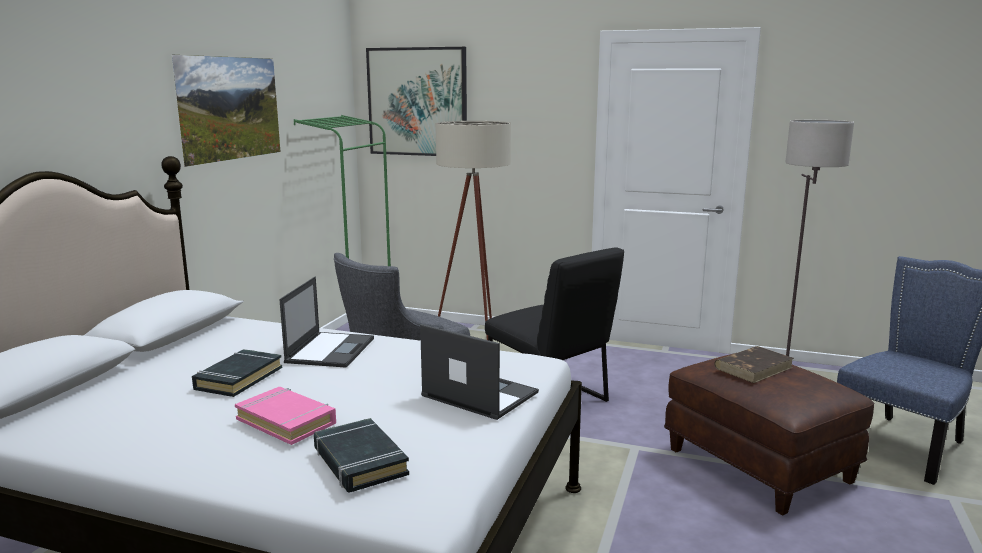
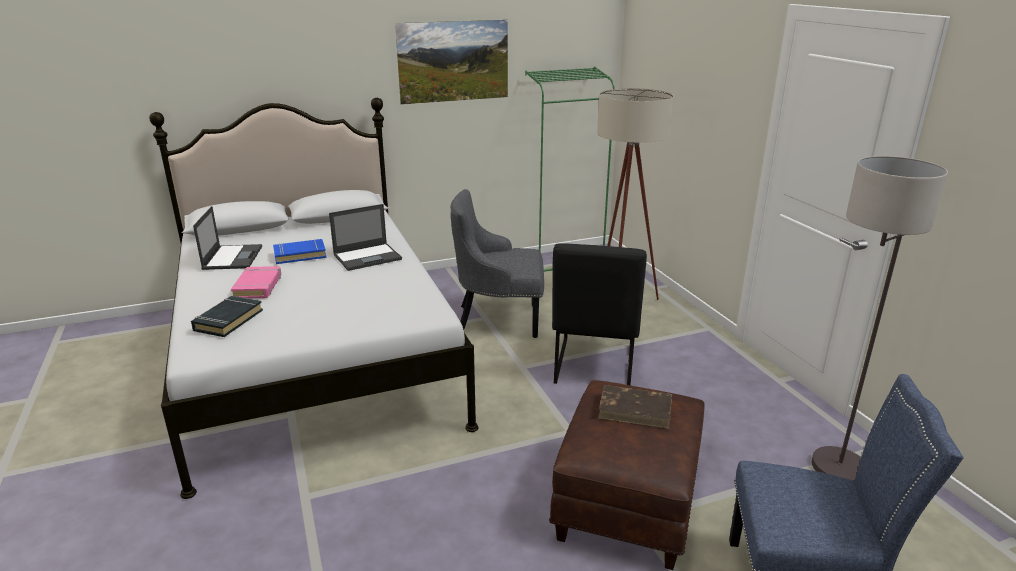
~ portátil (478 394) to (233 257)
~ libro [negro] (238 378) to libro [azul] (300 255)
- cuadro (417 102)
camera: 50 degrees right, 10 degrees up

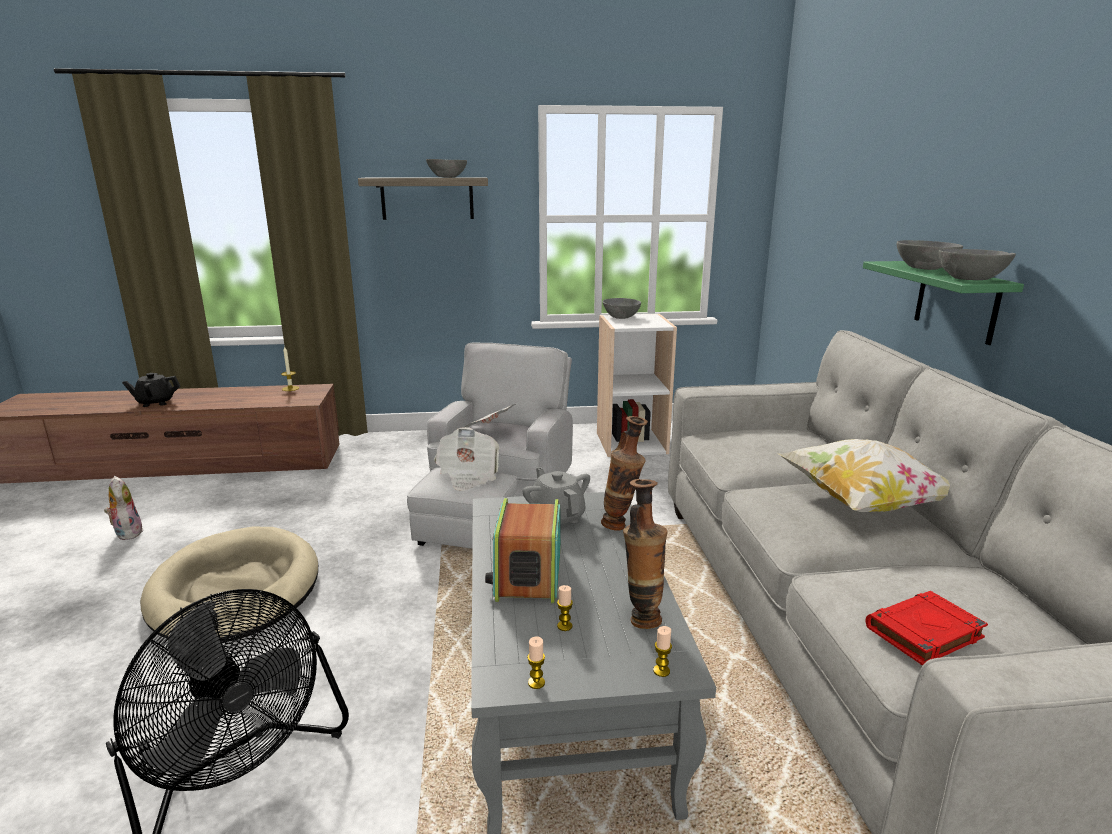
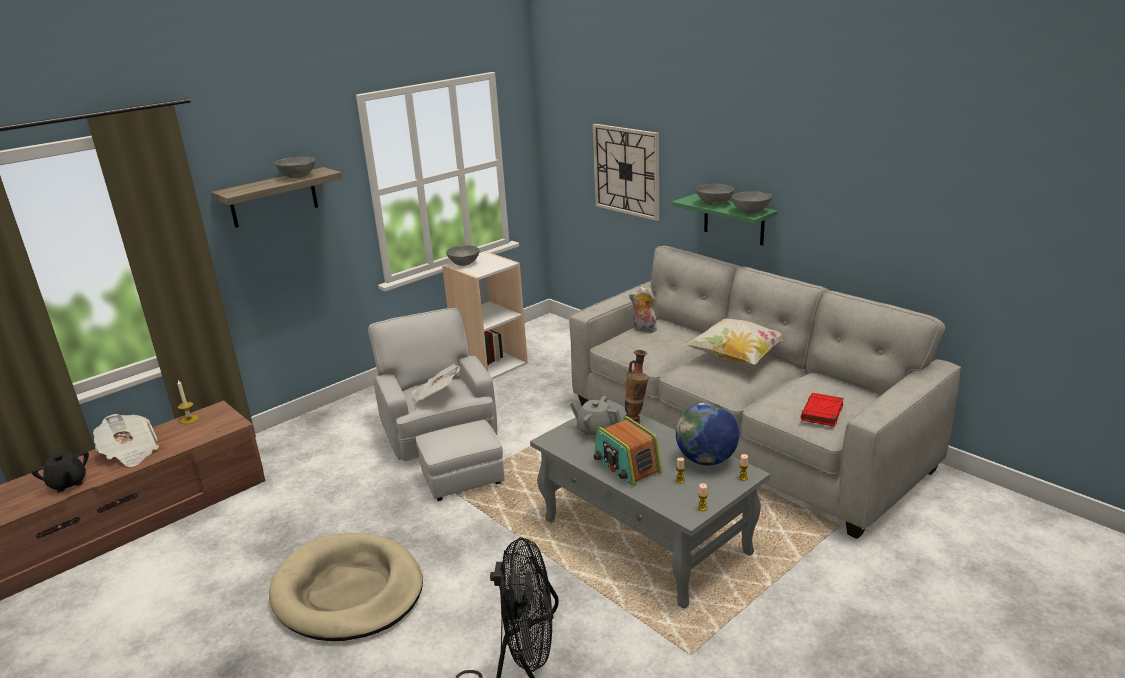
~ tetera [negro] (155 402) = (68 483) 75 degrees counterclockwise
~ periódico (468 475) to (130 453)
+ reloj de pared (626 171)
~ peluche (127 533) to (643 330)
~ florero (642 616) to globo terráqueo (706 460)
camera: 35 degrees left, 5 degrees up

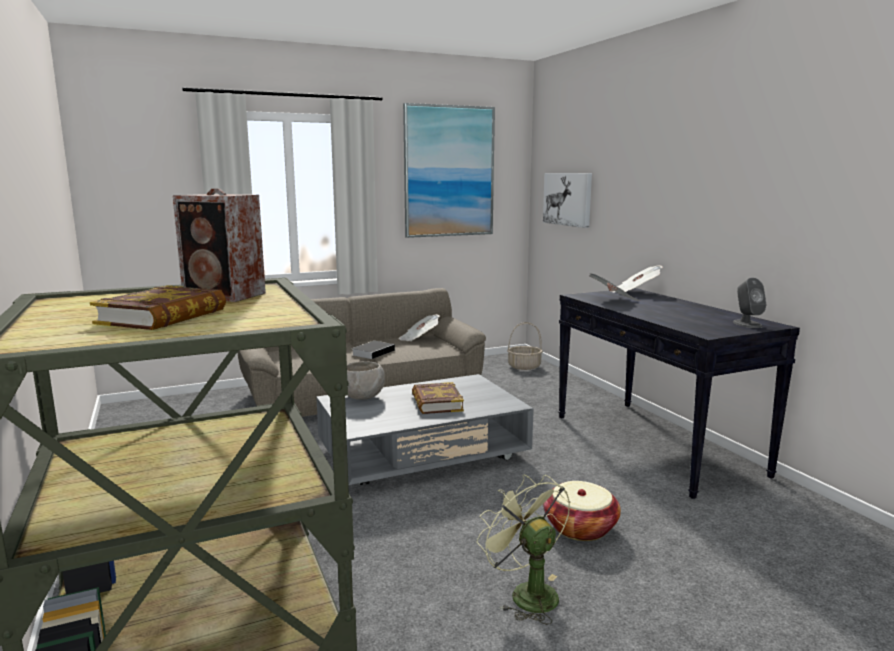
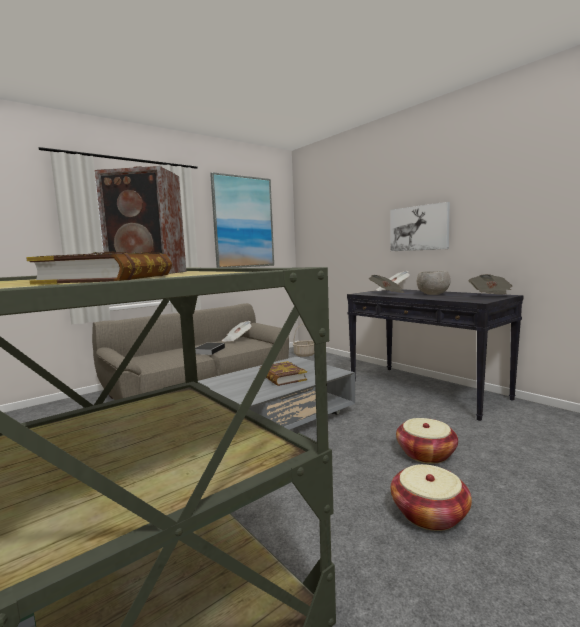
~ cuadro (568 199) to (419 228)
~ ventilador [verde] (526 593) to cesta (429 514)
~ cuenco [gris] (363 397) to (433 294)
~ altavoz [gris] (747 324) to periódico (491 296)
camera: 15 degrees left, 5 degrees down

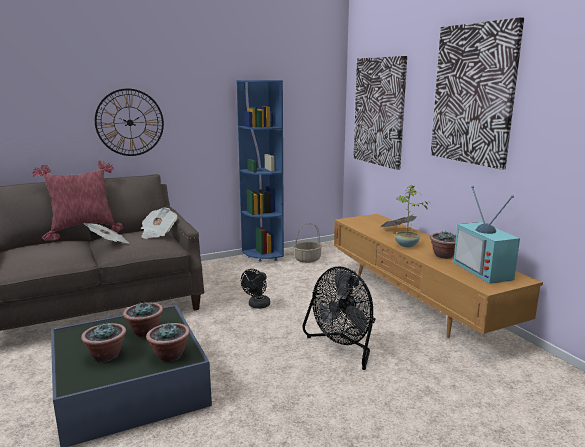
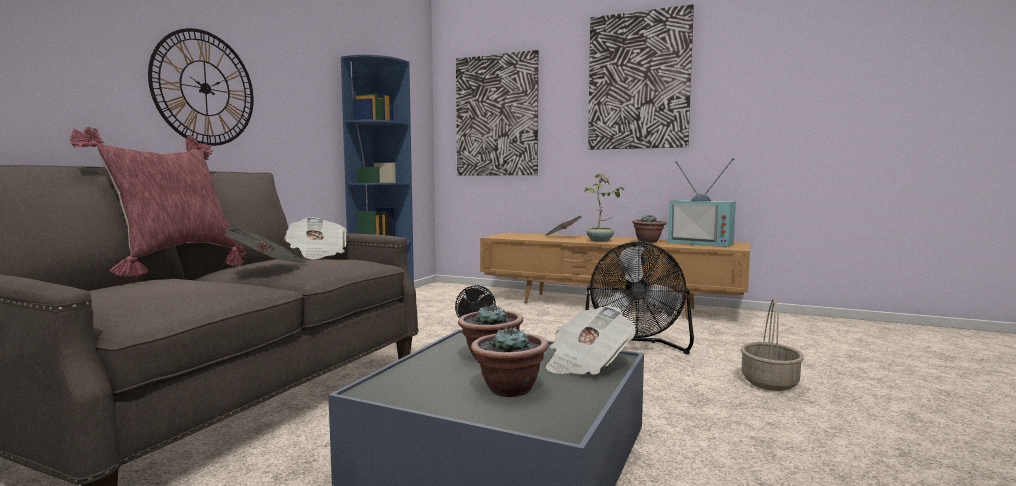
~ planta en maceta (169 356) to periódico (586 364)
~ cesta (307 259) to (769 382)
camera: 40 degrees left, 10 degrees down

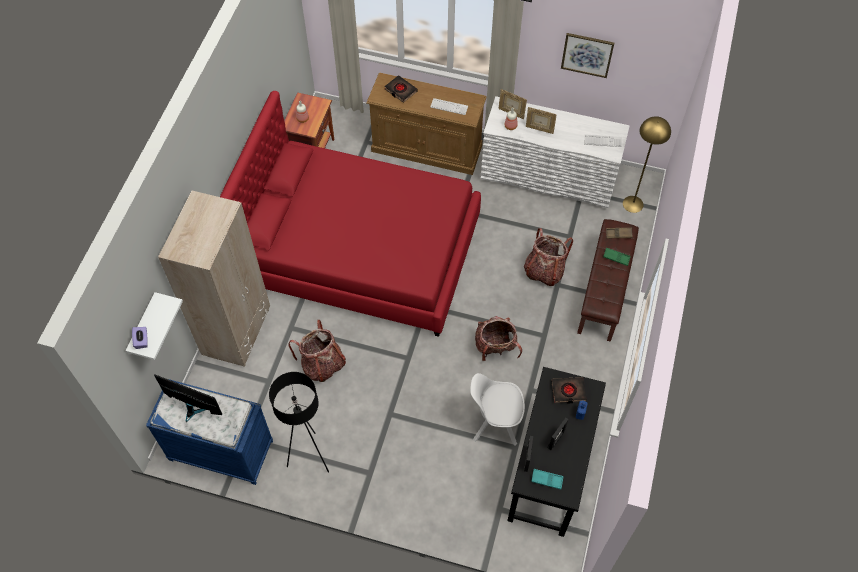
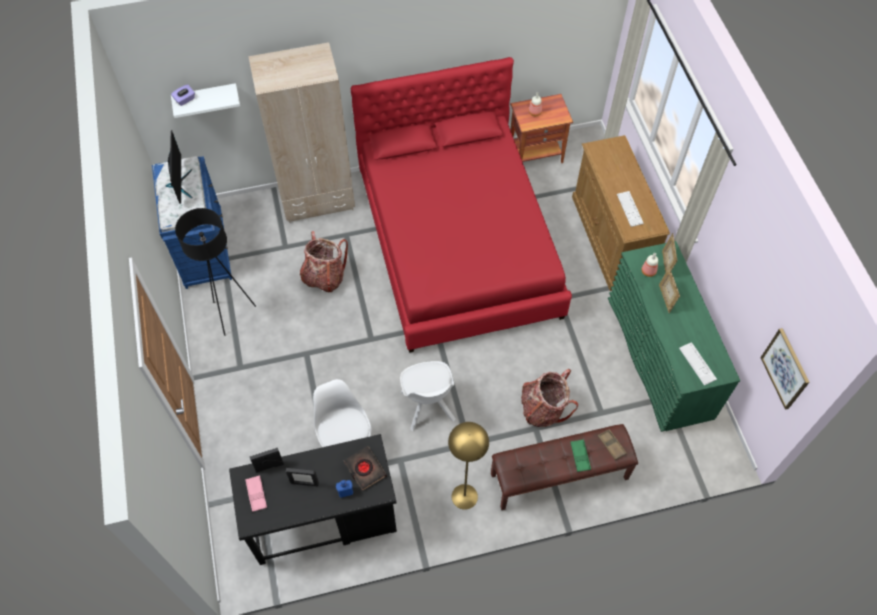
~ bandeja [turquesa] (547 480) to bandeja [rosa] (256 494)
~ mochila (496 347) to silla [blanco] (428 407)
~ lámpara de pie [amarillo] (633 204) to (464 496)
~ cómoda [blanco] (548 178) to cómoda [verde] (658 359)
~ cuadro (587 54) to (785 369)
- libro [negro] (400 90)
camera: 60 degrees right, 0 degrees up

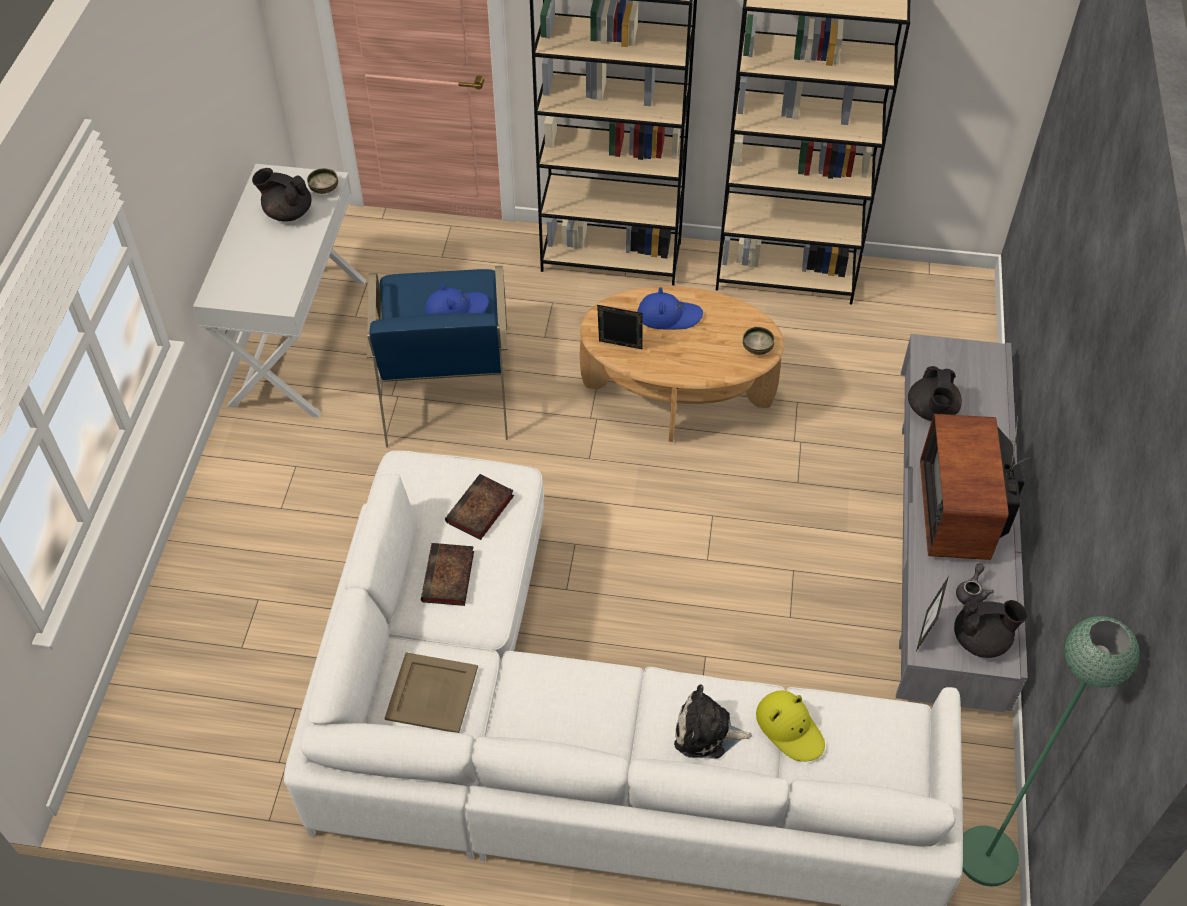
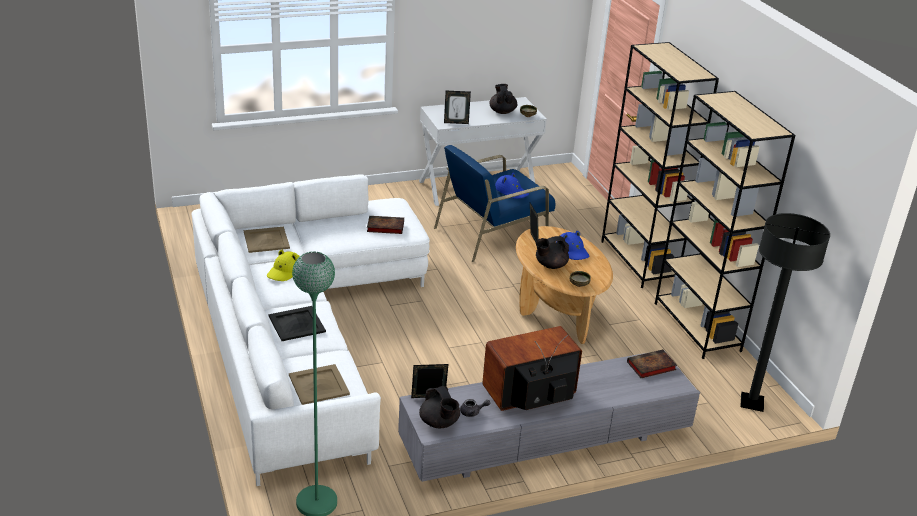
~ sombrero [amarillo] (790 728) to (285 271)
~ peluche (706 733) to bandeja [negro] (296 324)
+ bandeja [beis] (318 384)
+ portarretratos (456 122)
~ tetera [negro] (931 411) to (550 265)
~ libro (448 578) to (650 366)
+ lámpara de pie [negro] (751 403)
camera: 60 degrees right, 20 degrees down

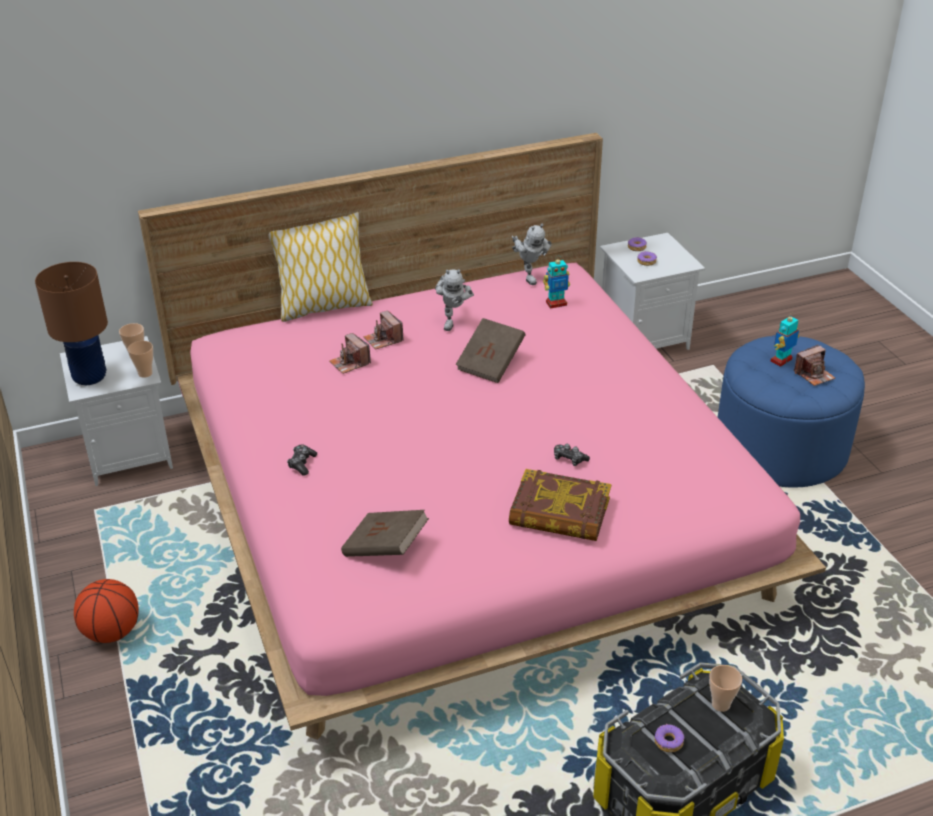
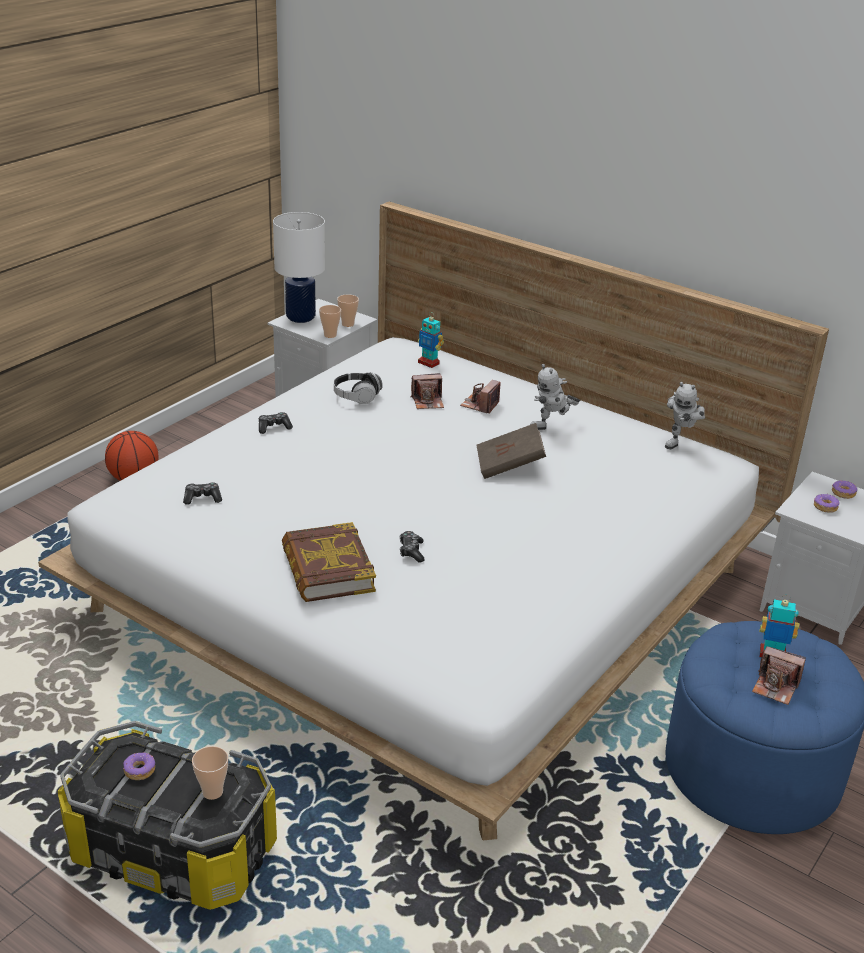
~ cama [rosa] (467 507) to cama [blanco] (427 588)
~ libro [marrón] (385 548) to mando de consola (202 498)
~ lámpara de mesa [marrón] (90 379) to lámpara de mesa [blanco] (301 319)
+ auriculares (356 396)
~ cámara (349 363) = (428 402) 120 degrees counterclockwise
~ robot de juguete (556 303) to (429 363)
- cojín (323 307)
camera: 55 degrees right, 5 degrees down

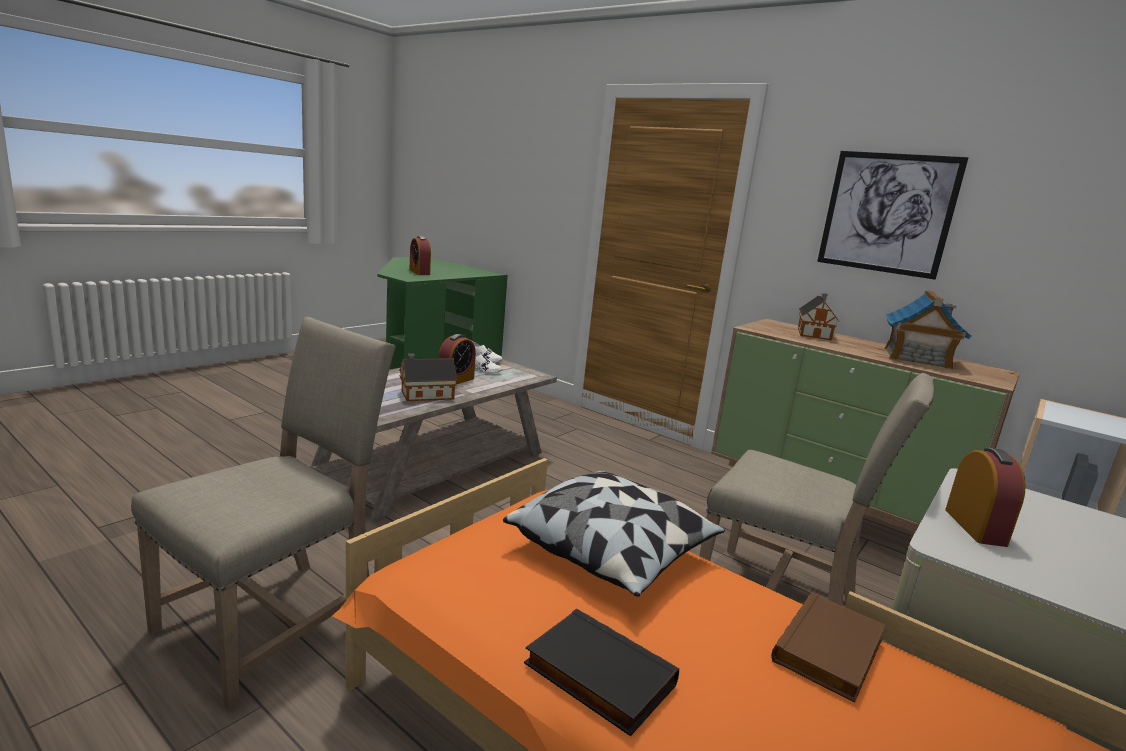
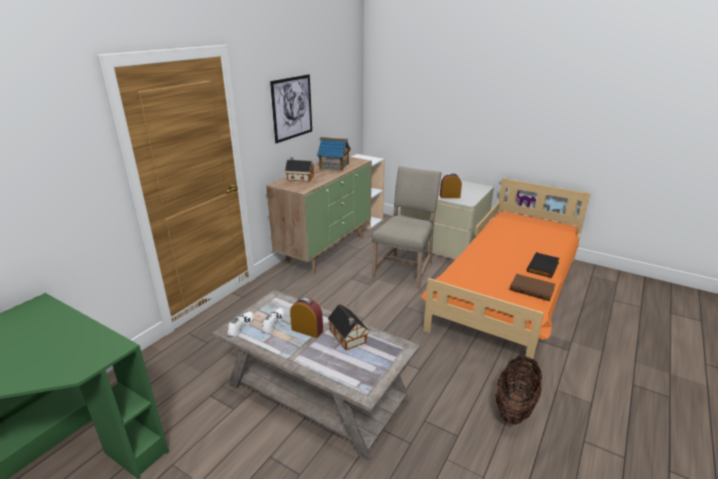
~ silla [beis] (276 621) to cesta (514 406)
~ libro [marrón] (831 651) to (532 289)
- despertador (419 272)
- cojín (613 552)
camera: 95 degrees left, 10 degrees up

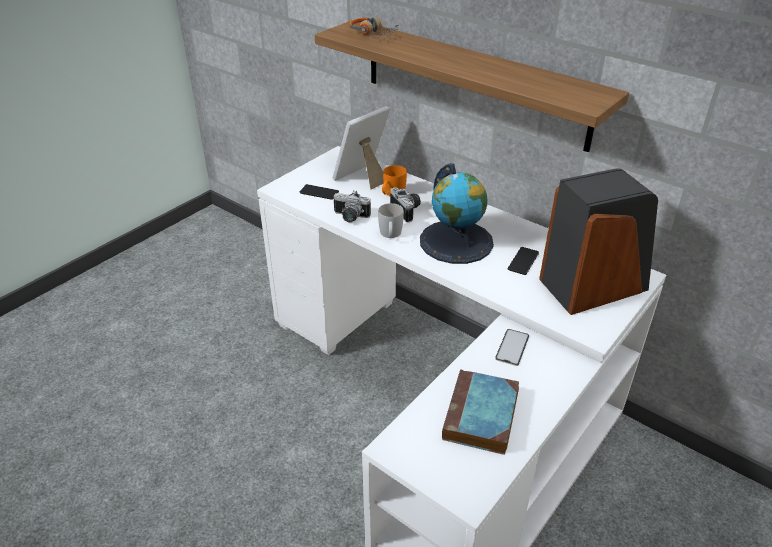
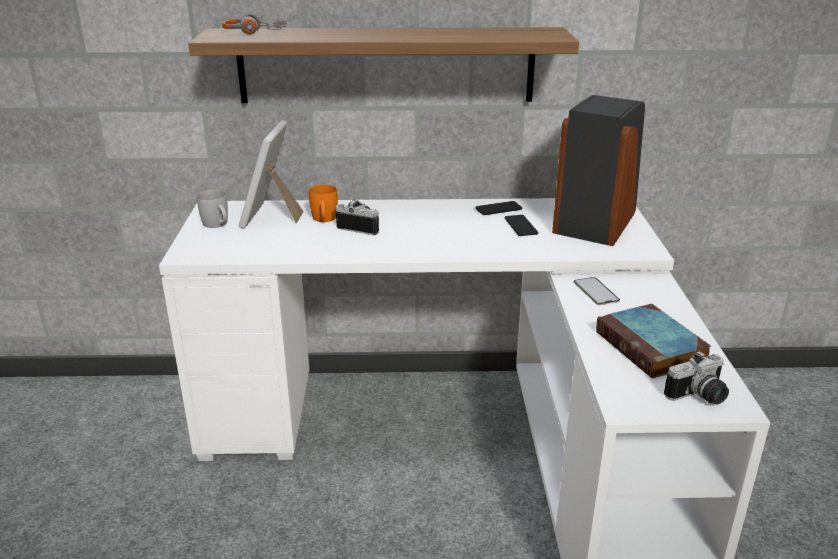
~ taza grande [blanco] (390 235) to (217 225)
~ móvil (319 192) to (498 209)
~ cámara (350 217) to (699 397)
- globo terráqueo (456 241)
camera: 40 degrees left, 10 degrees down

